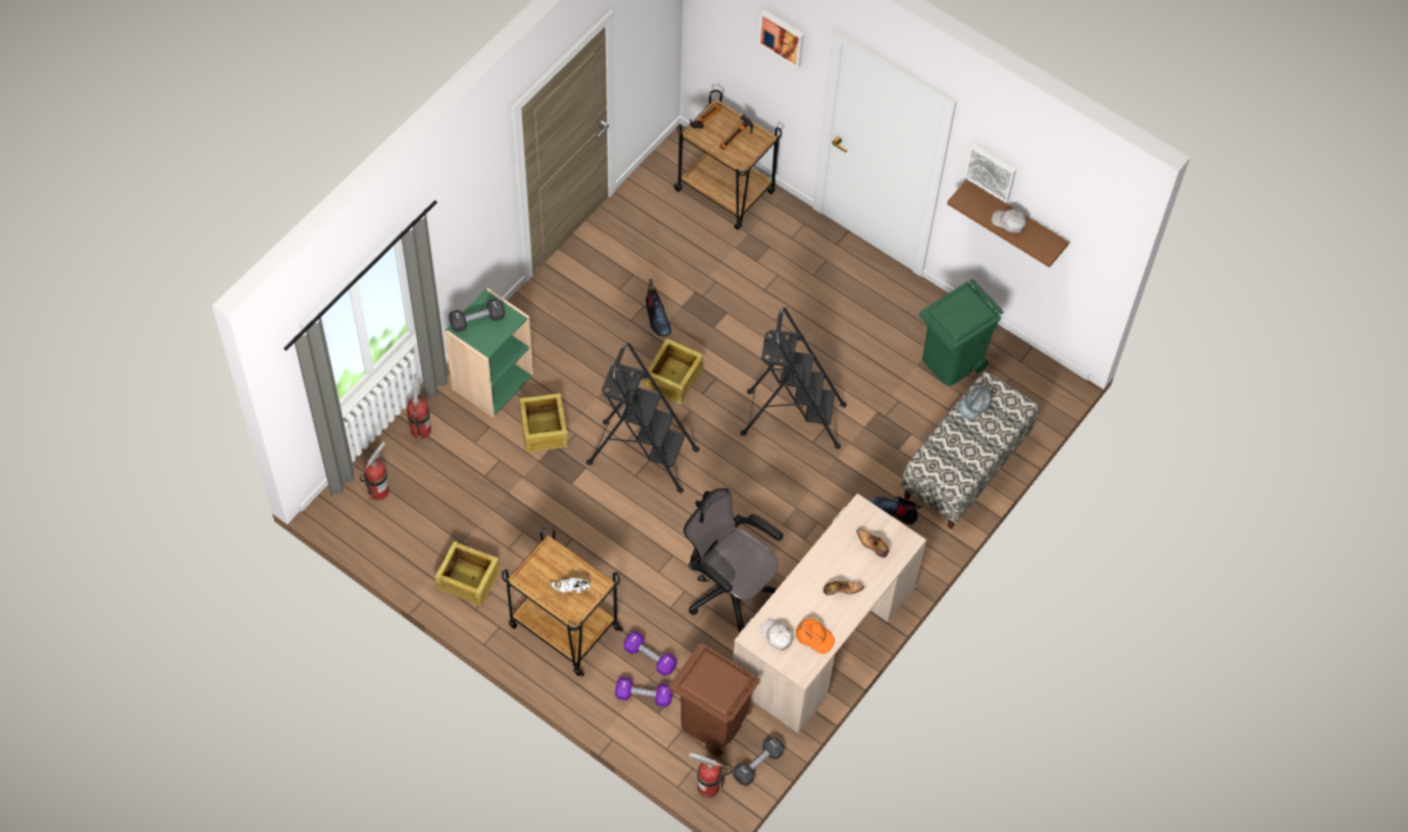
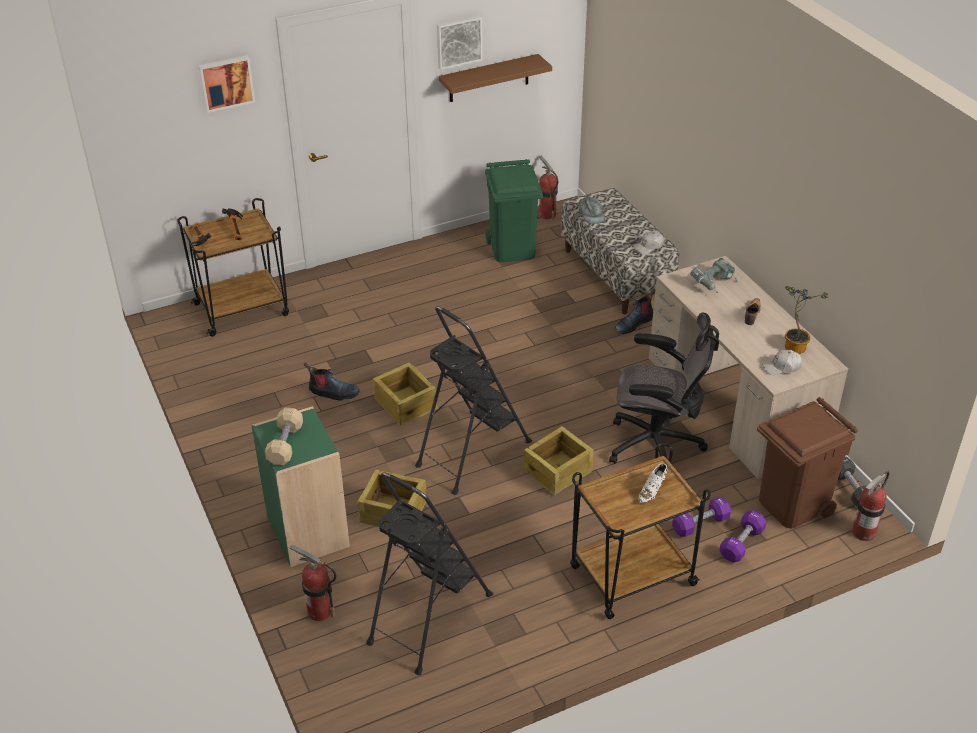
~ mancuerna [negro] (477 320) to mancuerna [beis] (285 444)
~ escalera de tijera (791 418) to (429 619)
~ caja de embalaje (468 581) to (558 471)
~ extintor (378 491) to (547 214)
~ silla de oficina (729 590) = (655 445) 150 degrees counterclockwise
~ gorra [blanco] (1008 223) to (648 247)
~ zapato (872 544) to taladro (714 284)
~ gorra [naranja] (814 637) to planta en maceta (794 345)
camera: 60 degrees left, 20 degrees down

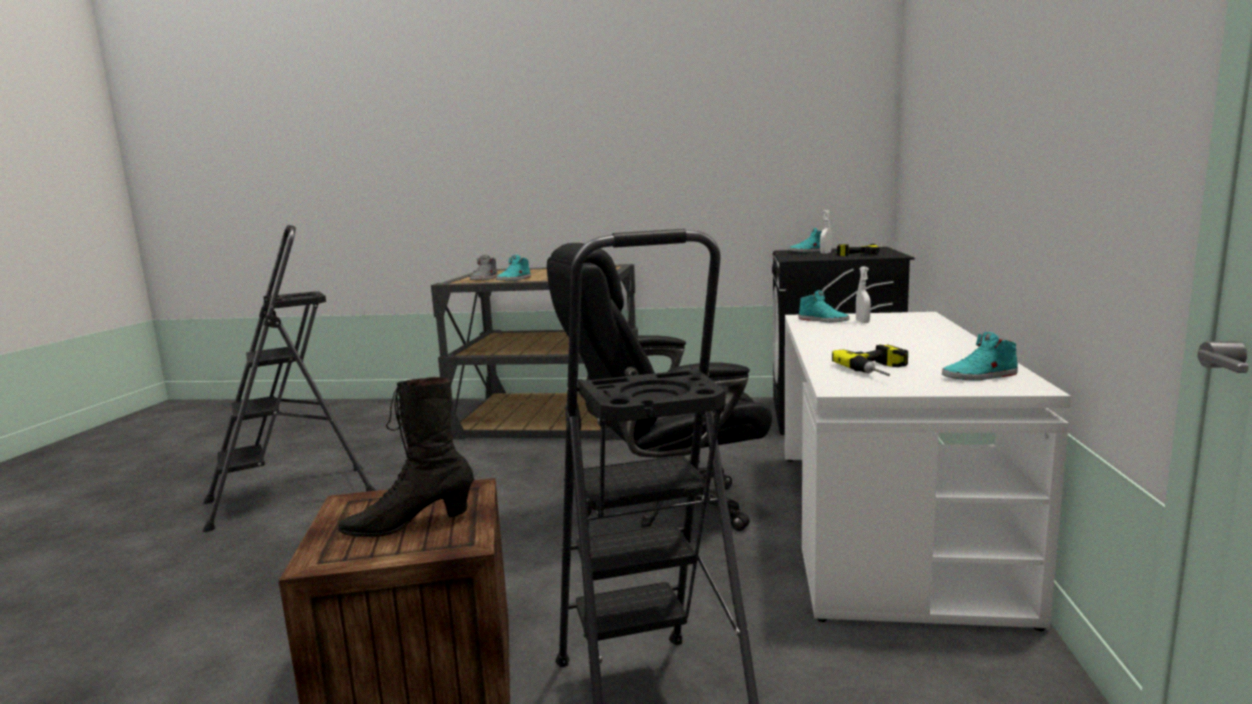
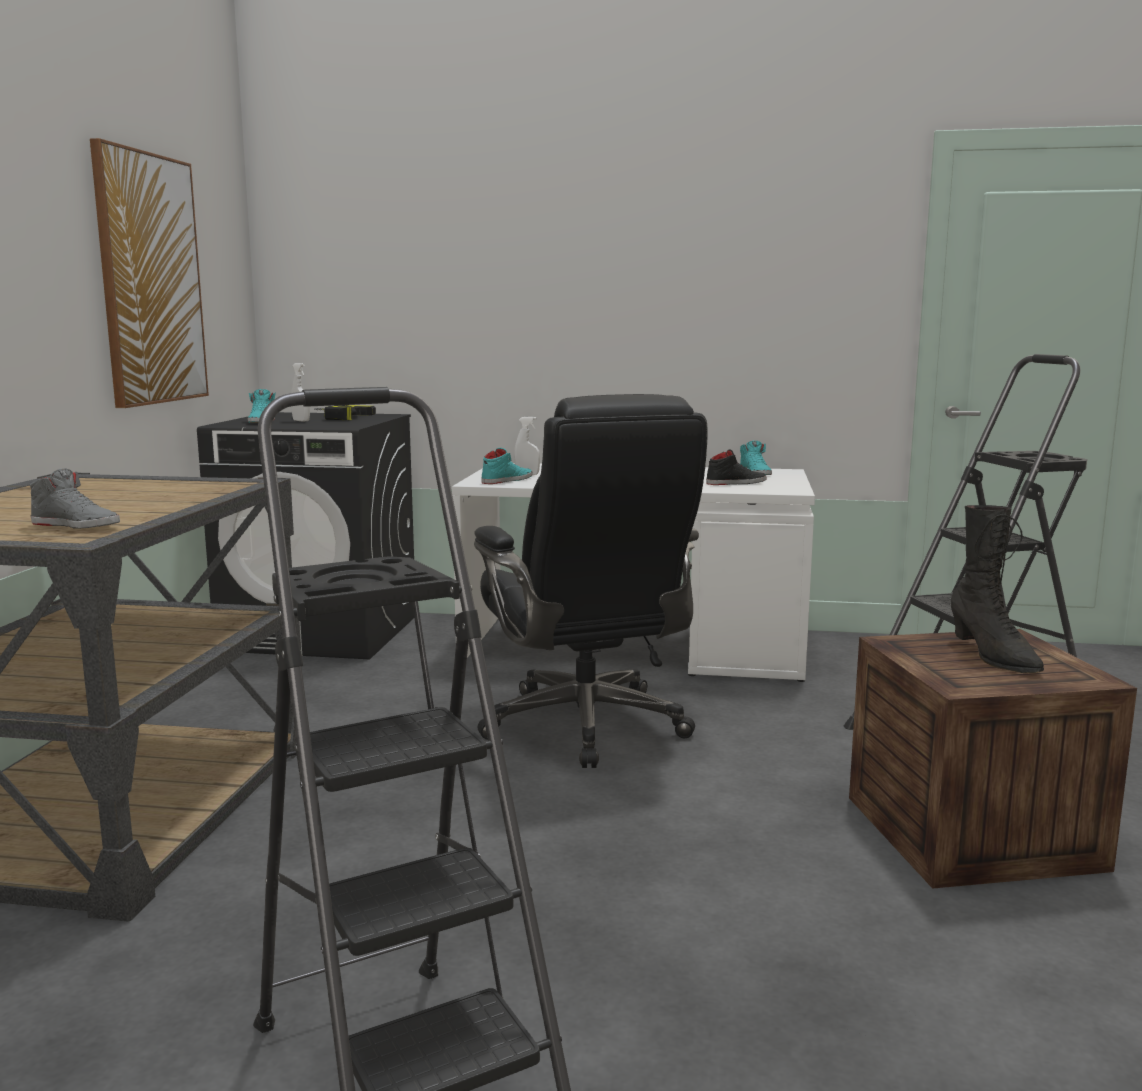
+ cuadro (150 280)
~ taladro (881 370) to zapato [negro] (735 483)
- zapato [turquesa] (514 279)
camera: 90 degrees left, 0 degrees up

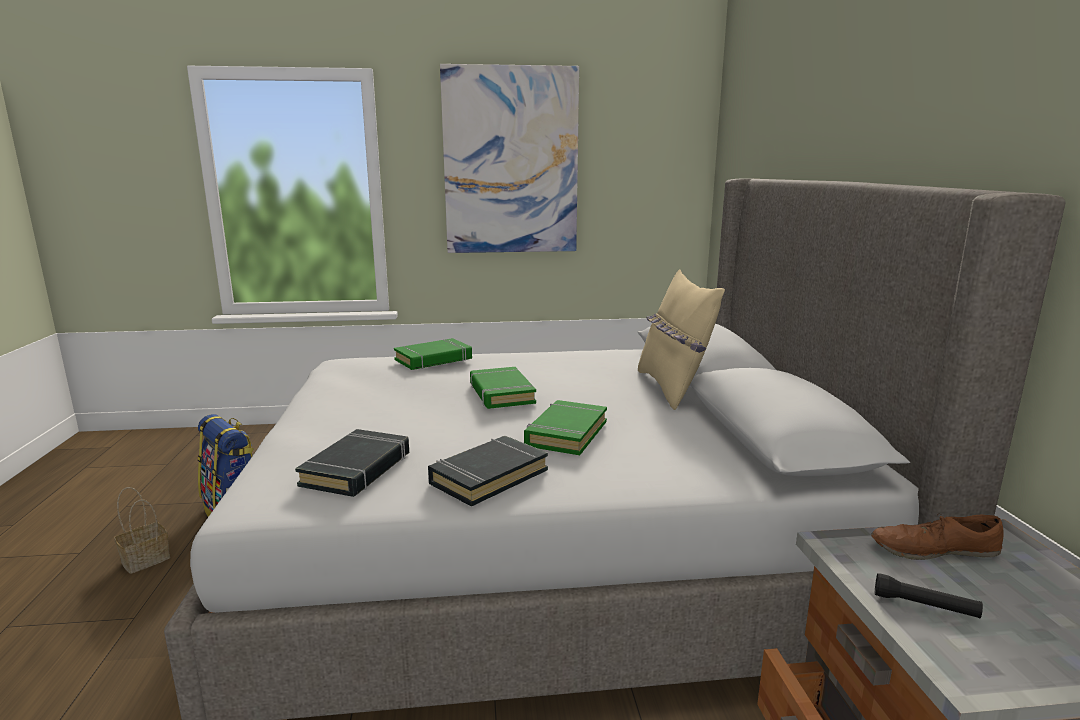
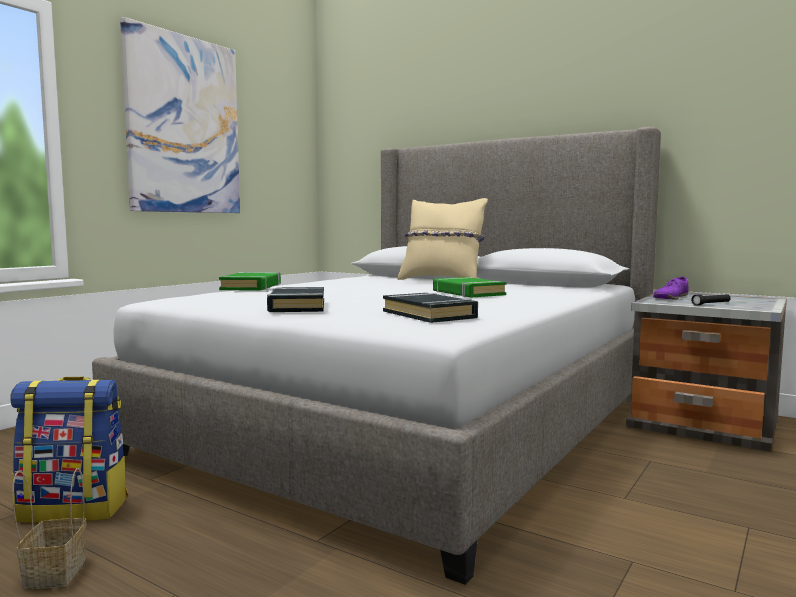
~ libro [negro] (488 476) to (297 306)
~ zapato [marrón] (933 549) to zapato [morado] (671 298)
- libro [verde] (501 393)
camera: 50 degrees left, 10 degrees down

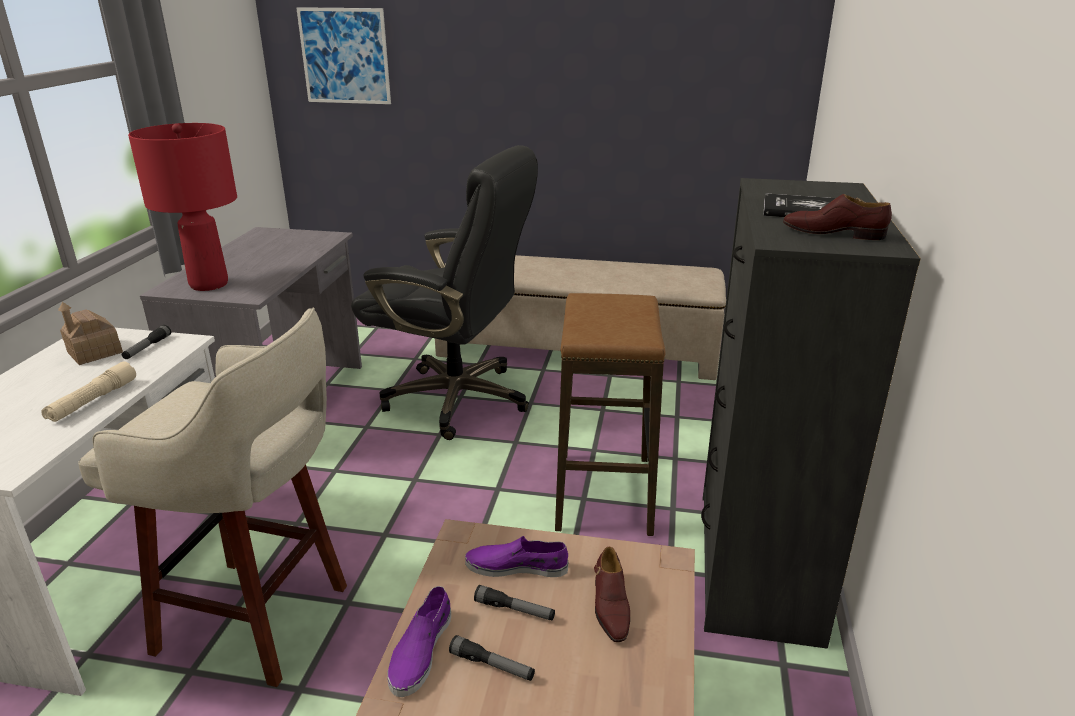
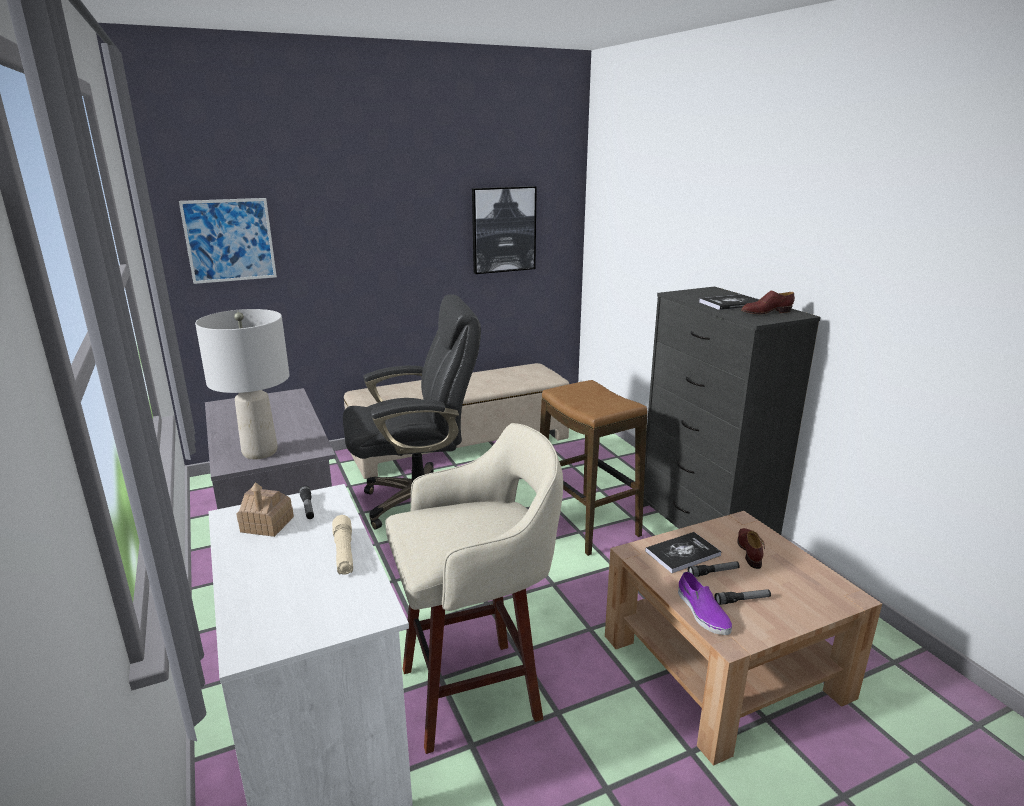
~ lámpara de mesa [rojo] (208 284) to lámpara de mesa [gris] (260 452)
+ cuadro (503 229)
~ zapato [morado] (516 566) to libro (682 553)
~ zapato [marrón] (610 607) = (749 551) 135 degrees counterclockwise
camera: 35 degrees left, 5 degrees down

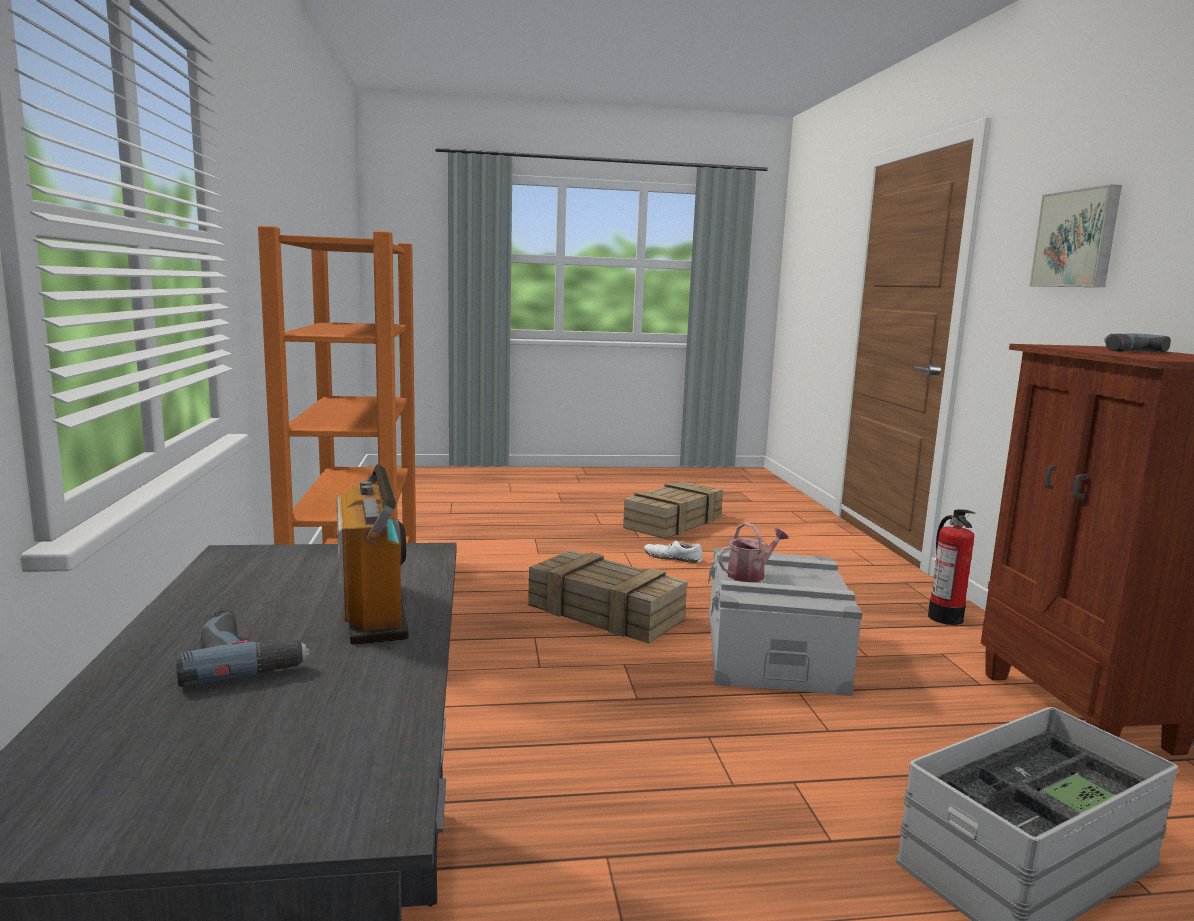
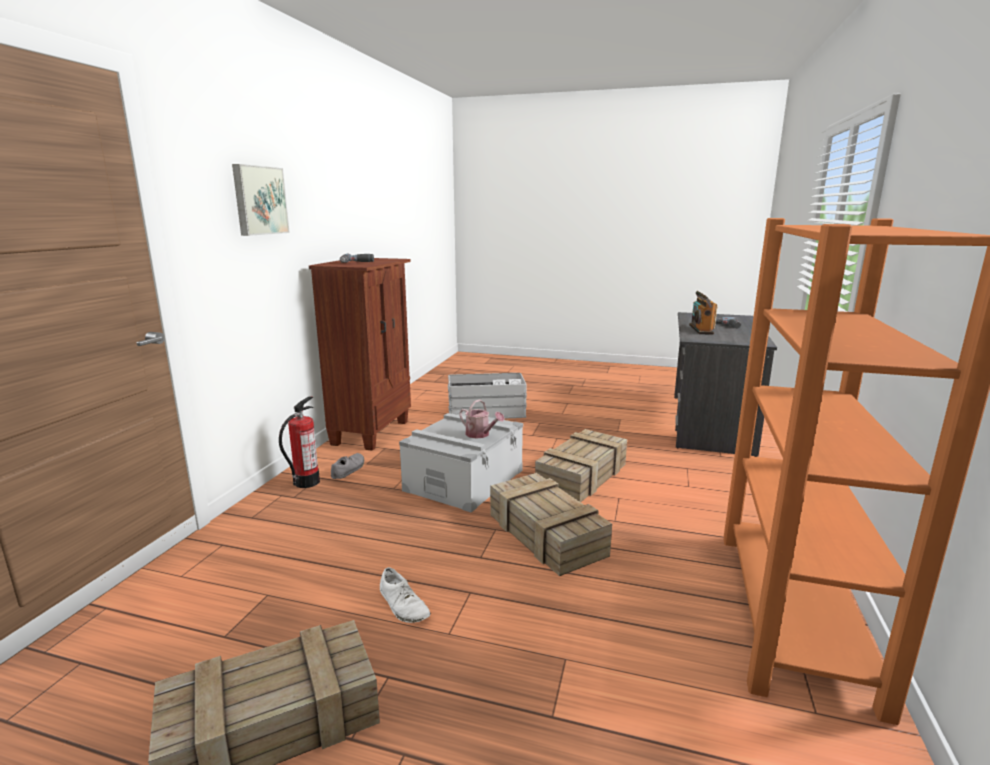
+ zapato [gris] (348 470)
~ regadera (750 574) = (480 434) 135 degrees counterclockwise
+ caja de embalaje (581 476)
camera: 155 degrees left, 5 degrees up

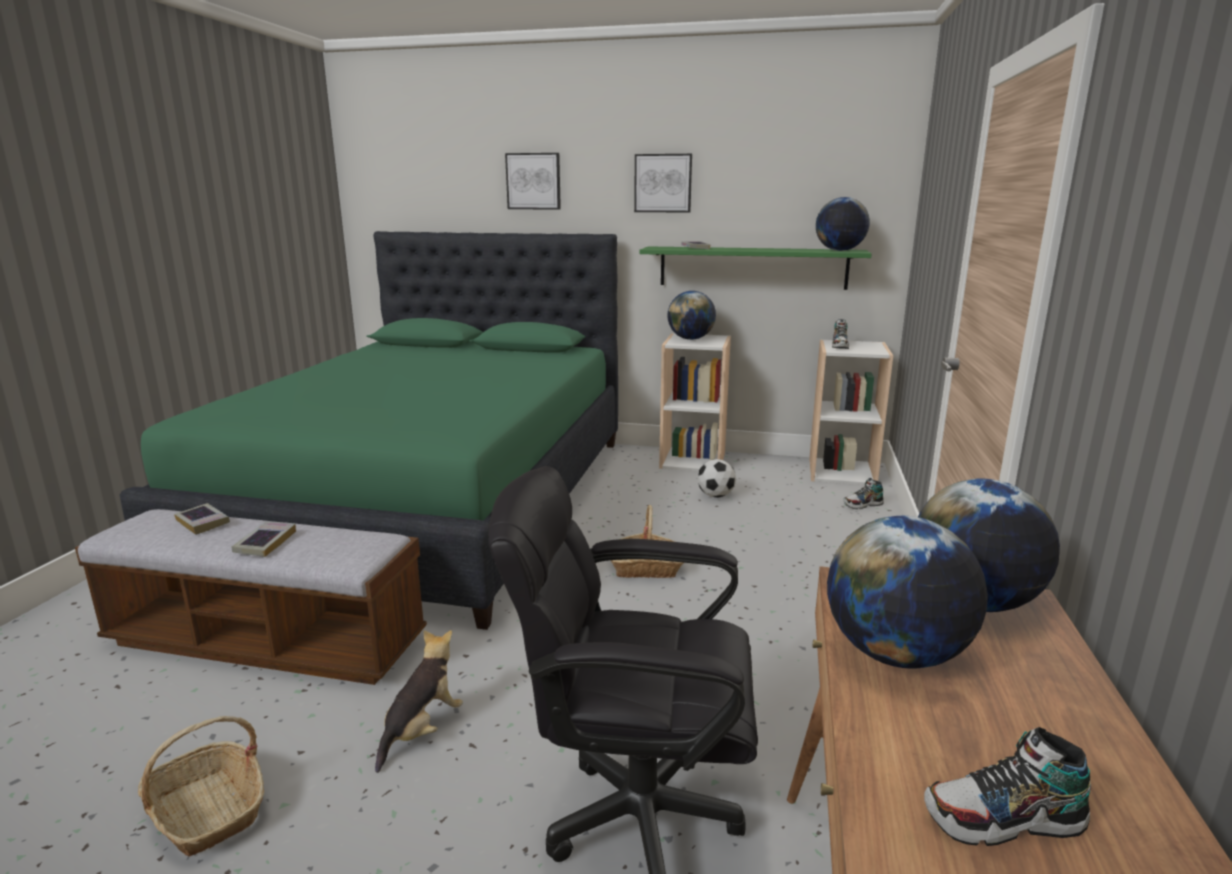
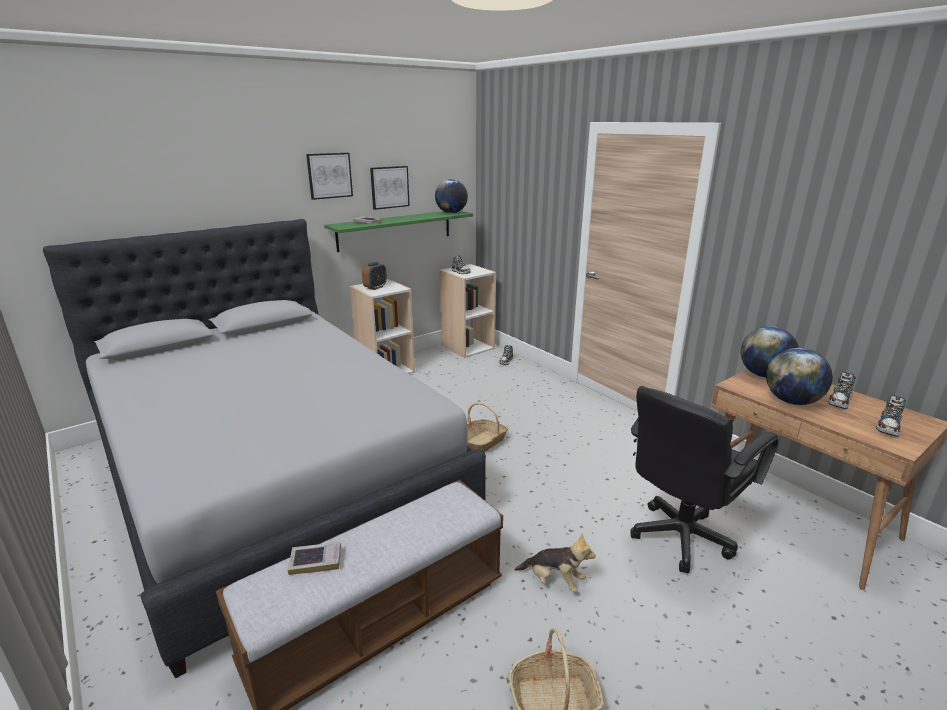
~ cama [verde] (432 499) to cama [gris] (273 474)
~ globo terráqueo (691 339) to despertador (375 287)
~ cuadro (533 181) to (389 187)
~ peluche (422 730) = (554 581) 135 degrees clockwise
+ zapato (839 401)
- libro (265 543)
- balón de fútbol (715 495)
camera: 50 degrees left, 5 degrees up

